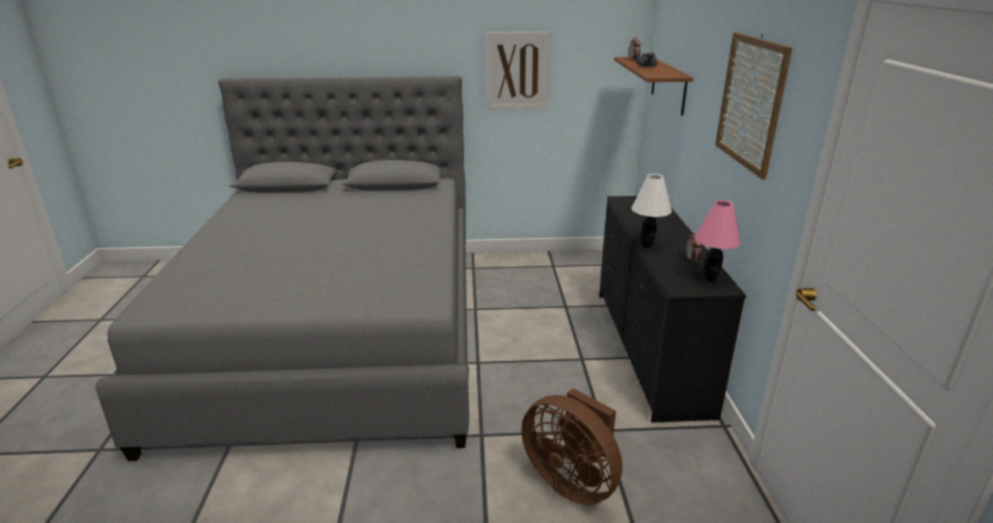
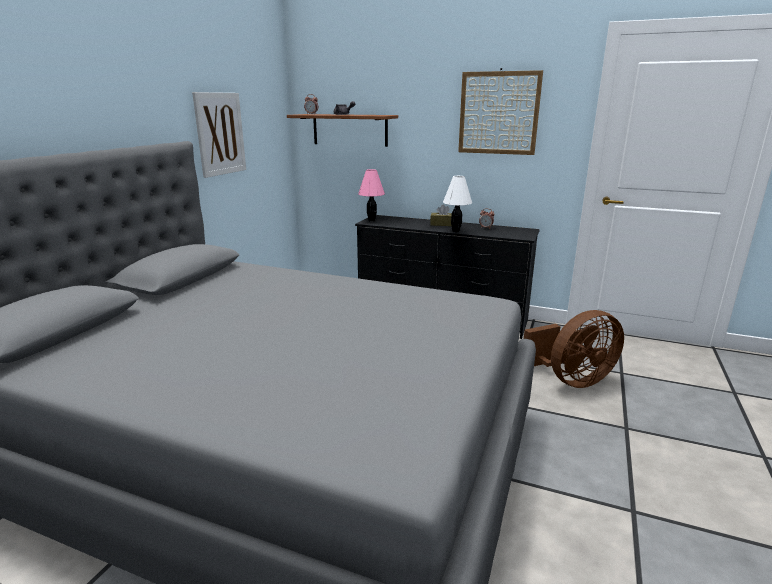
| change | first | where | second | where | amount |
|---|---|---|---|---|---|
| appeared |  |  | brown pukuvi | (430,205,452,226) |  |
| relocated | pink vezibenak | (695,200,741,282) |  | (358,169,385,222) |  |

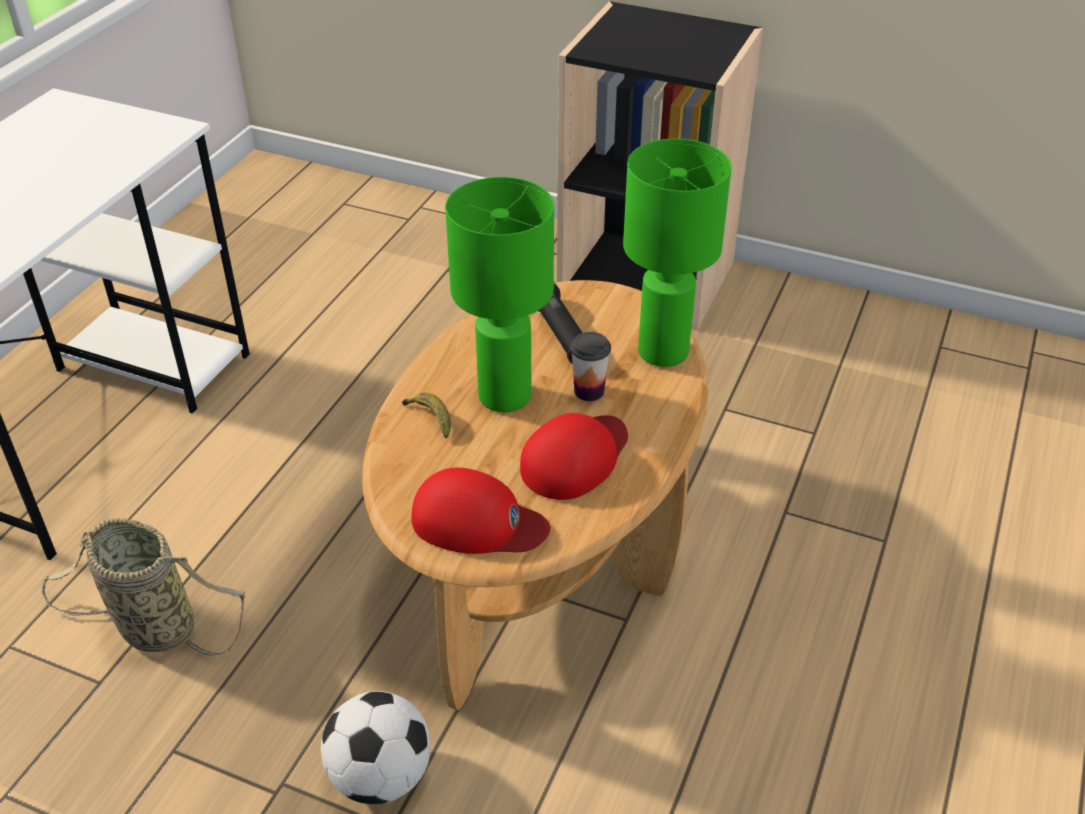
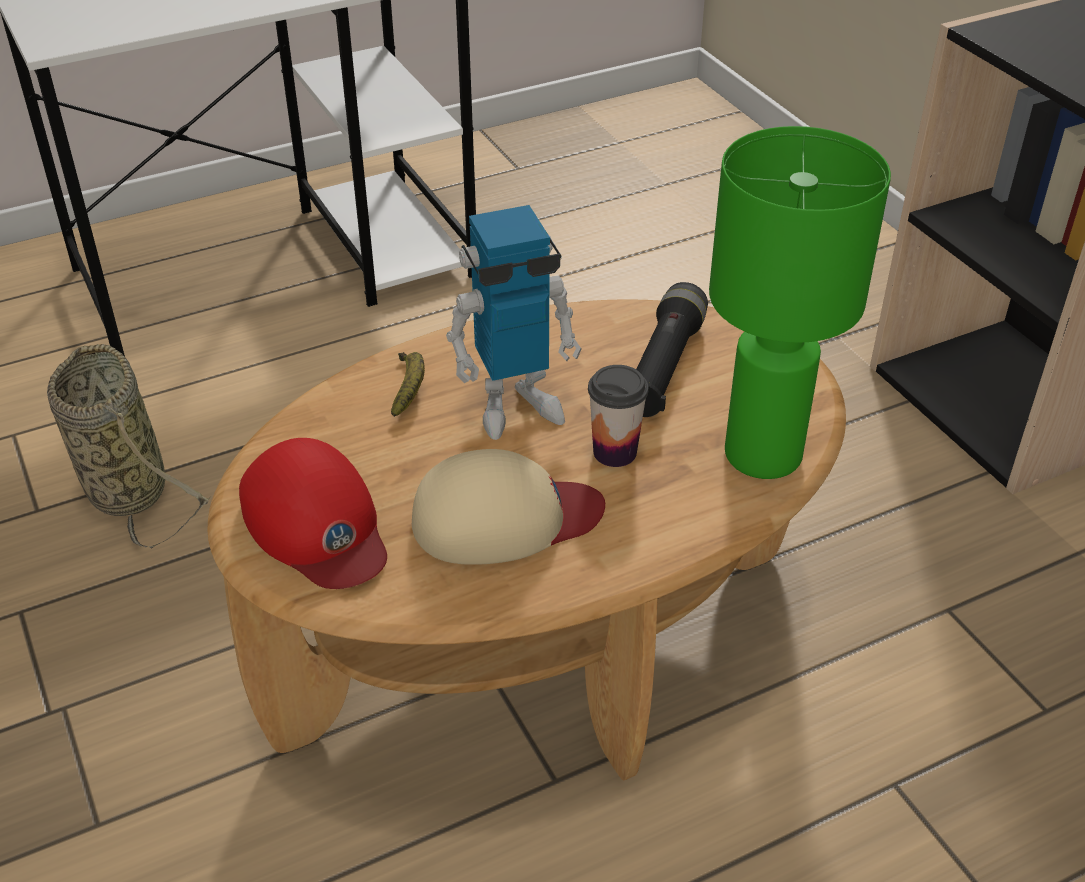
| change | first | where | second | where | amount |
|---|---|---|---|---|---|
| missing | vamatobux | (321,691,431,804) |  |  |  |
| exchanged | green vezibenak | (445,177,554,412) | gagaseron | (446,205,581,440) |  |
| colour | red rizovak | (520,413,628,500) | beige rizovak | (412,449,605,565) |  |

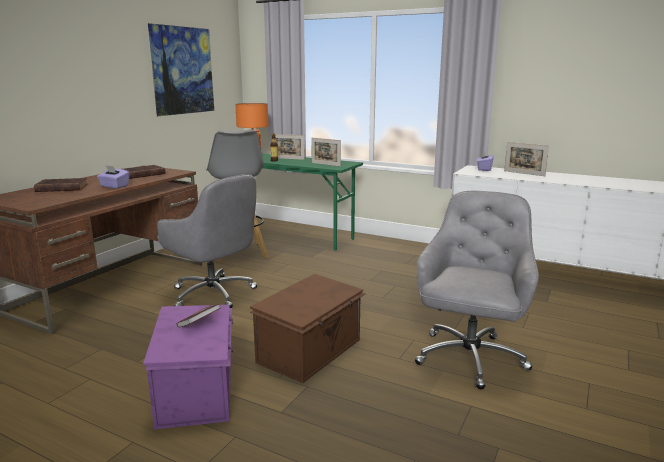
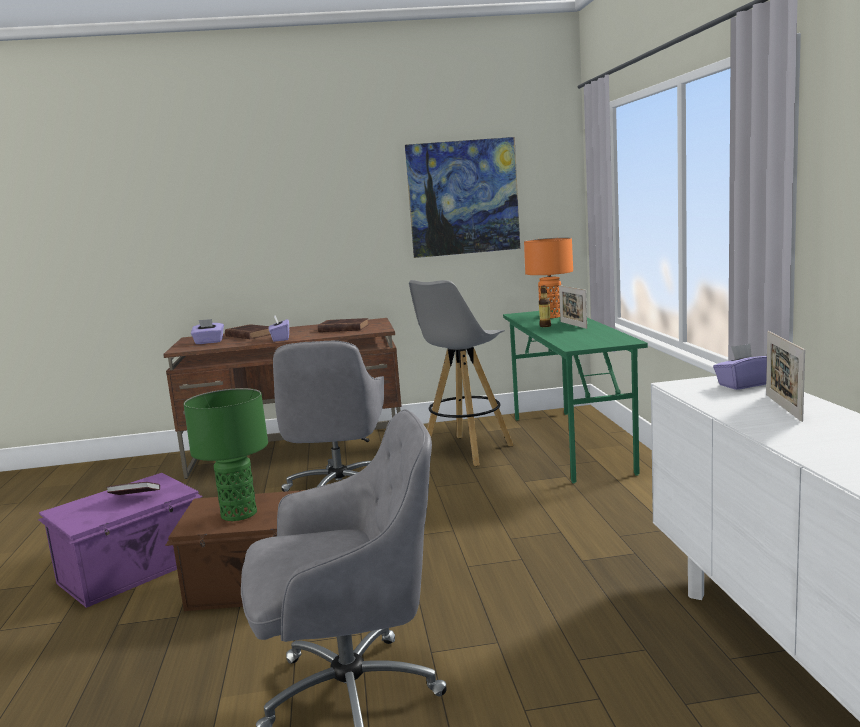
| change | first | where | second | where | amount |
|---|---|---|---|---|---|
| missing | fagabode | (311,138,341,166) |  |  |  |
| appeared |  |  | green vezibenak | (184,388,268,521) |  |
| appeared |  |  | purple pukuvi | (191,319,224,344) |  |

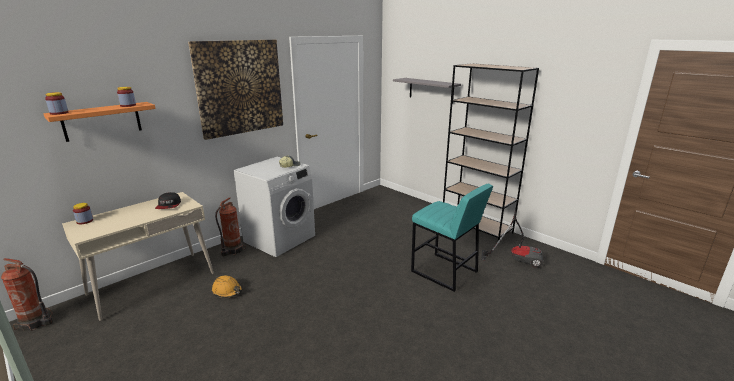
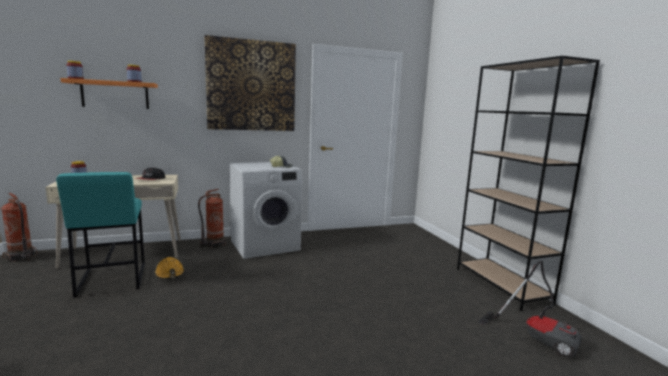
| change | first | where | second | where | amount |
|---|---|---|---|---|---|
| missing | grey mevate | (393,78,461,104) |  |  |  |
| relocated | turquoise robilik | (411,184,493,292) |  | (56,172,145,298) |  |

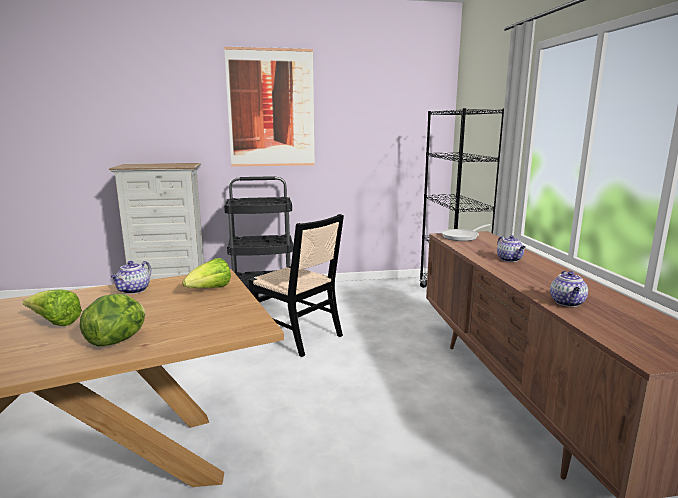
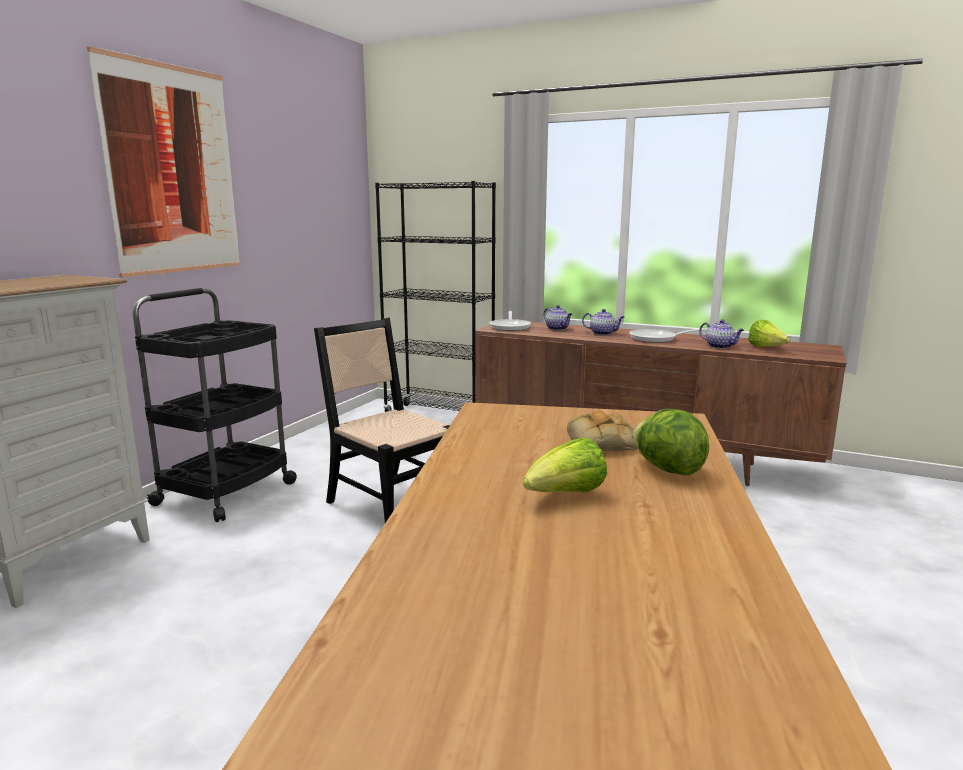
| change | first | where | second | where | amount |
|---|---|---|---|---|---|
| appeared |  |  | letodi | (567,411,638,451) |  |
| appeared |  |  | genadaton | (629,328,707,343) |  |
| relocated | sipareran | (111,261,151,294) |  | (544,305,572,330) |  |
| relocated | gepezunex | (182,258,231,288) |  | (748,320,790,347) |  |
| spun | robilik | (248,214,344,357) |  | (314,318,450,523) | 120 degrees counterclockwise |

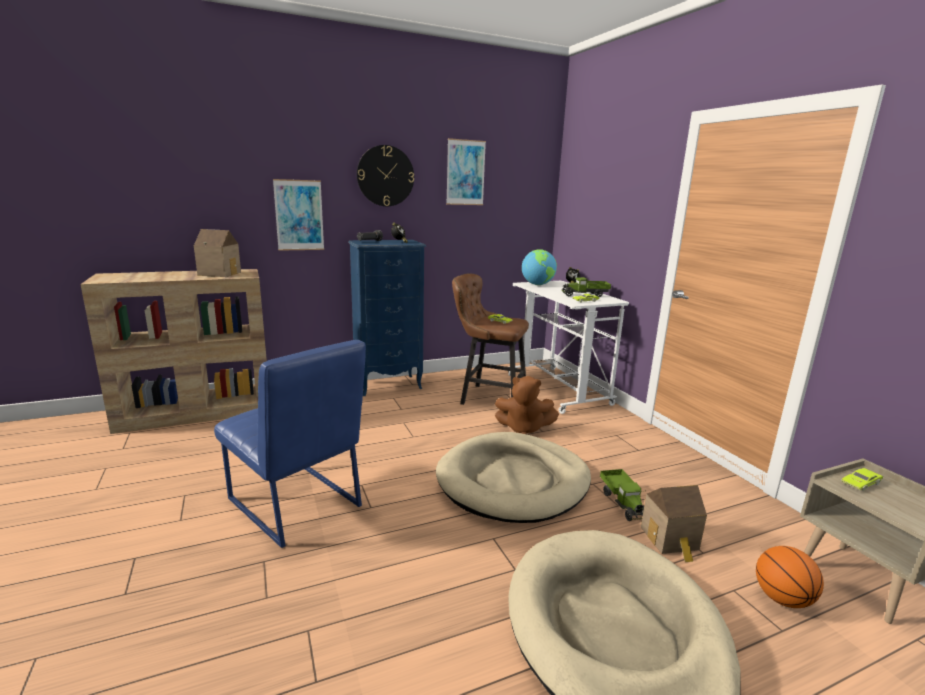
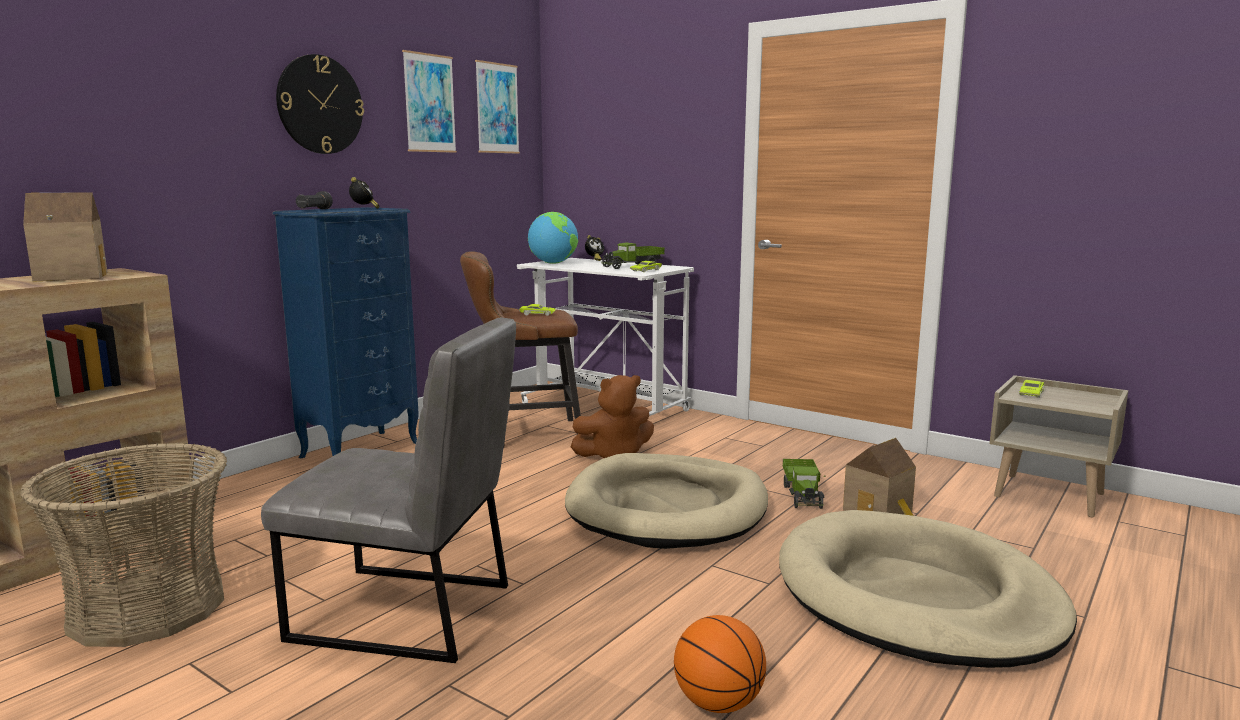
| change | first | where | second | where | amount |
|---|---|---|---|---|---|
| appeared |  |  | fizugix | (20,443,227,647) |  |
| relocated | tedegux | (273,179,324,251) |  | (475,60,520,154) |  |
| relocated | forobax | (756,546,824,608) |  | (674,615,766,713) |  |
| colour | blue robilik | (214,340,366,548) | grey robilik | (261,318,516,663) |  |
| spun | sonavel | (600,469,646,521) |  | (783,459,825,509) | 45 degrees clockwise |

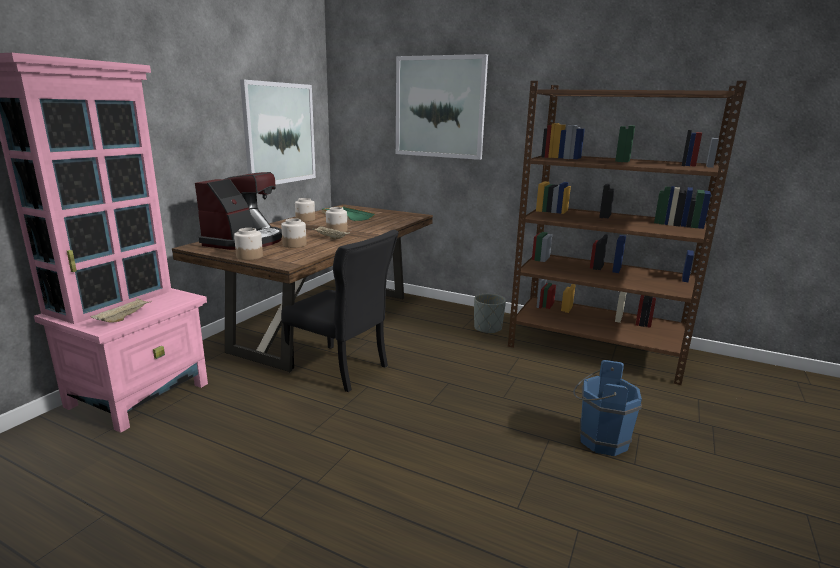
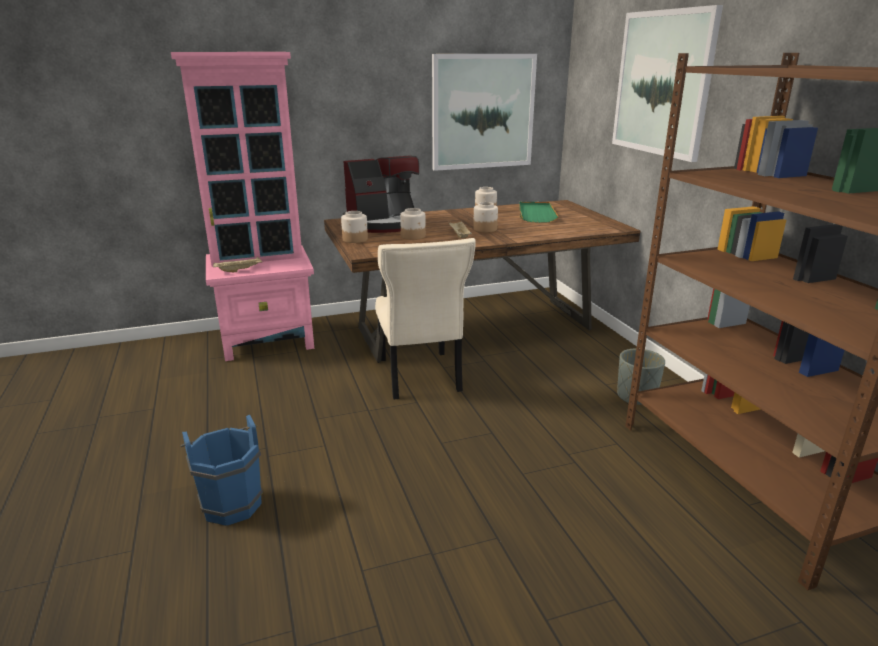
| change | first | where | second | where | amount |
|---|---|---|---|---|---|
| relocated | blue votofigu | (573,360,642,456) |  | (180,414,263,526) |  |
| colour | black robilik | (281,230,399,392) | beige robilik | (375,238,476,399) |  |

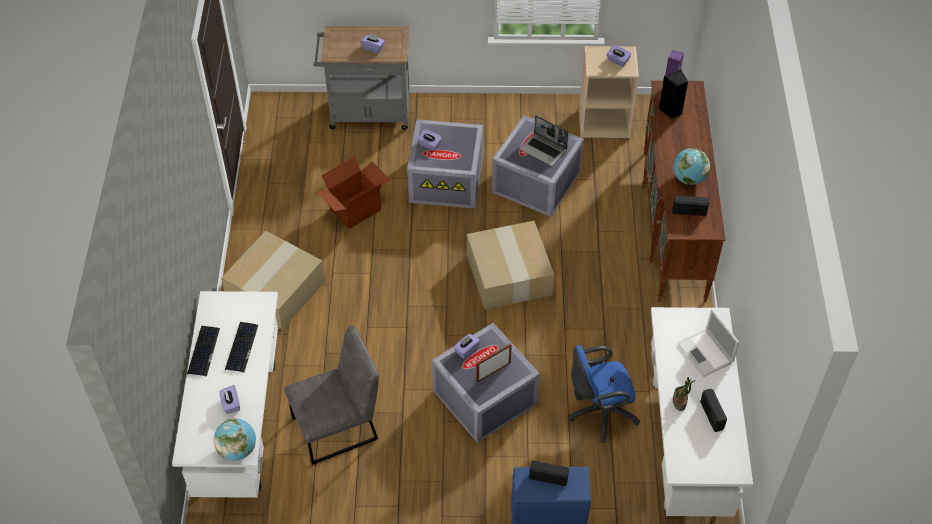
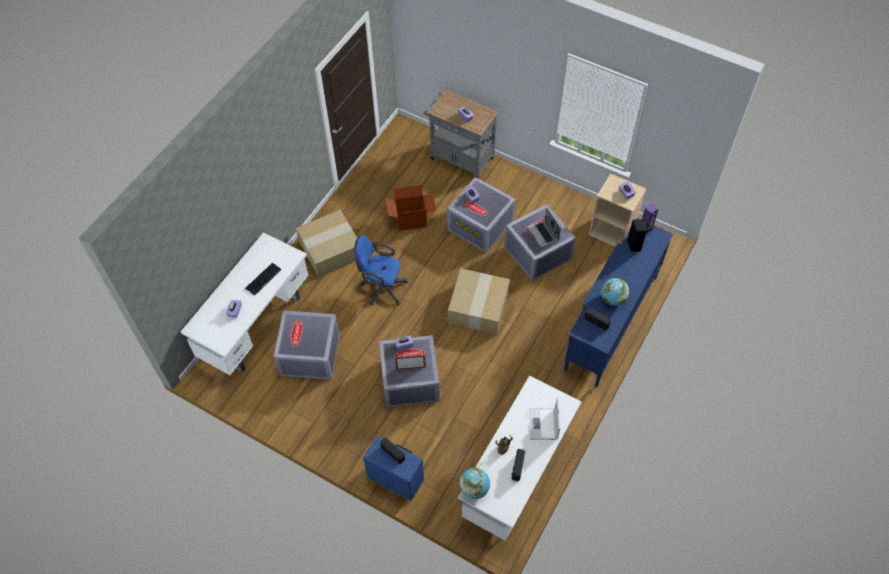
| change | first | where | second | where | amount |
|---|---|---|---|---|---|
| missing | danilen | (187,326,220,377) |  |  |  |
| relocated | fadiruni | (214,418,256,461) |  | (460,468,490,499) |  |
| relocated | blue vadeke | (568,345,640,443) |  | (354,235,408,306) |  |
| exchanged | grey robilik | (284,326,379,465) | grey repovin | (274,310,340,380) |  |
| colour | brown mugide | (642,80,726,302) | blue mugide | (564,218,673,388) |  |

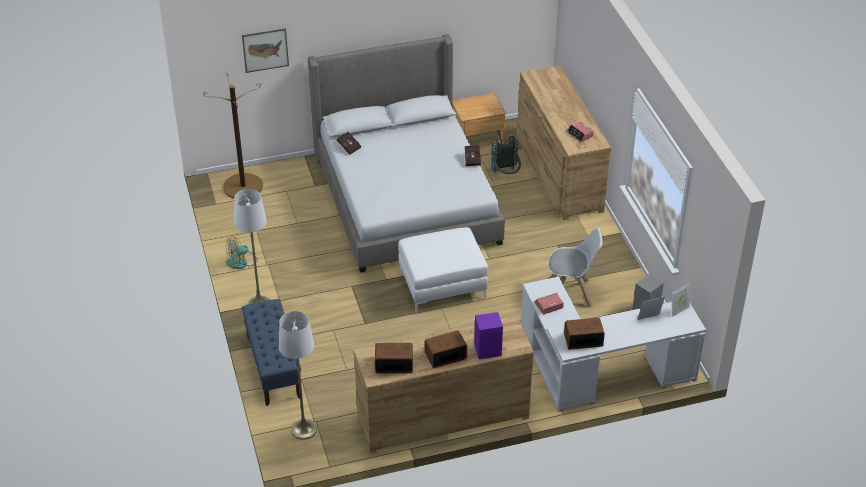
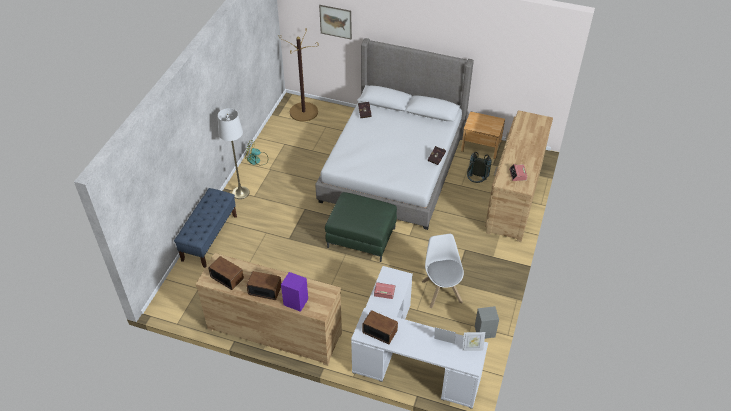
| change | first | where | second | where | amount |
|---|---|---|---|---|---|
| missing | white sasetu | (279,311,317,440) |  |  |  |
| colour | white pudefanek | (398,227,488,312) | green pudefanek | (325,192,397,262) |  |
| spun | robilik | (548,228,602,308) |  | (422,234,464,309) | 135 degrees counterclockwise |

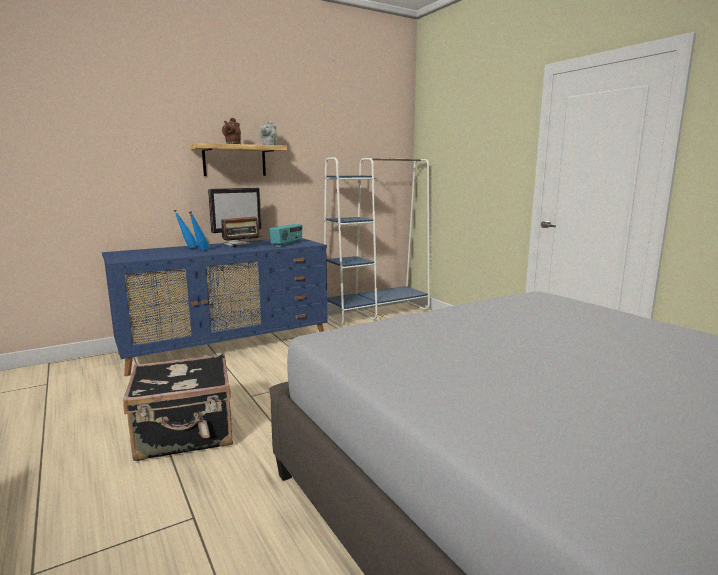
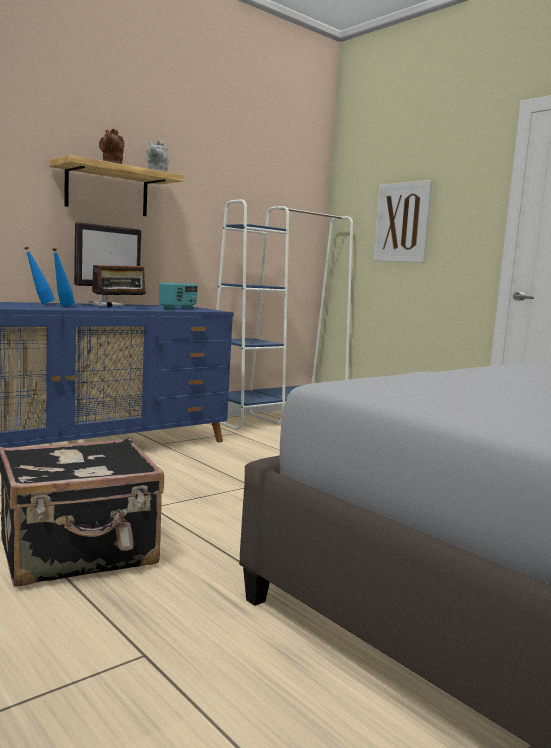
| change | first | where | second | where | amount |
|---|---|---|---|---|---|
| appeared |  |  | tedegux | (373,180,433,262) |  |

